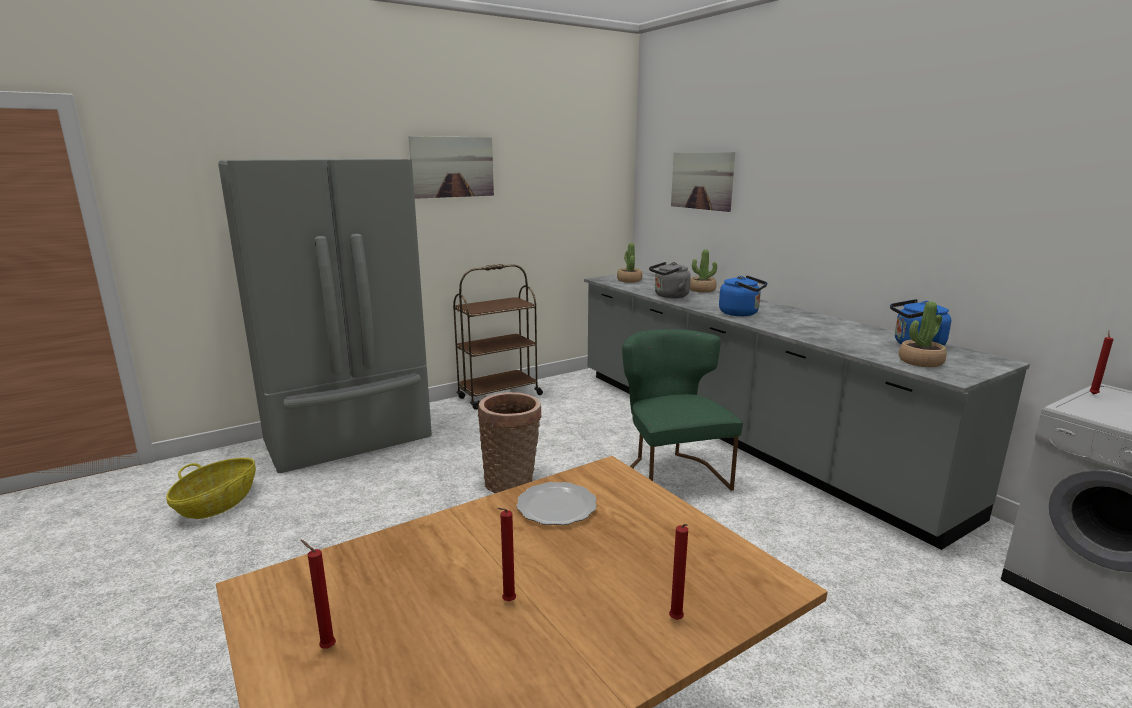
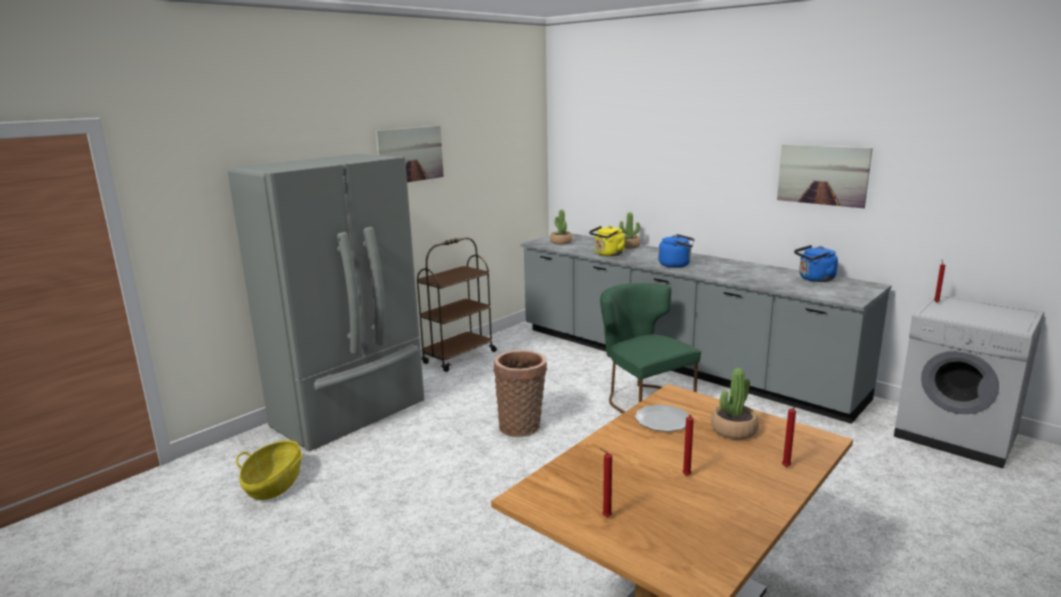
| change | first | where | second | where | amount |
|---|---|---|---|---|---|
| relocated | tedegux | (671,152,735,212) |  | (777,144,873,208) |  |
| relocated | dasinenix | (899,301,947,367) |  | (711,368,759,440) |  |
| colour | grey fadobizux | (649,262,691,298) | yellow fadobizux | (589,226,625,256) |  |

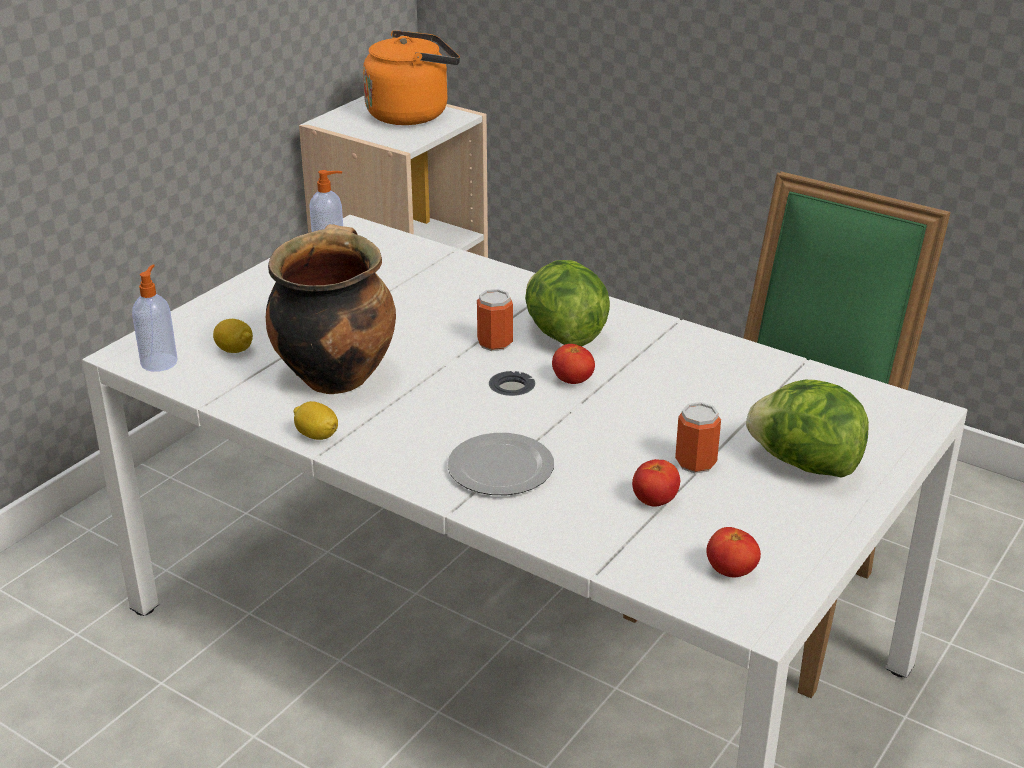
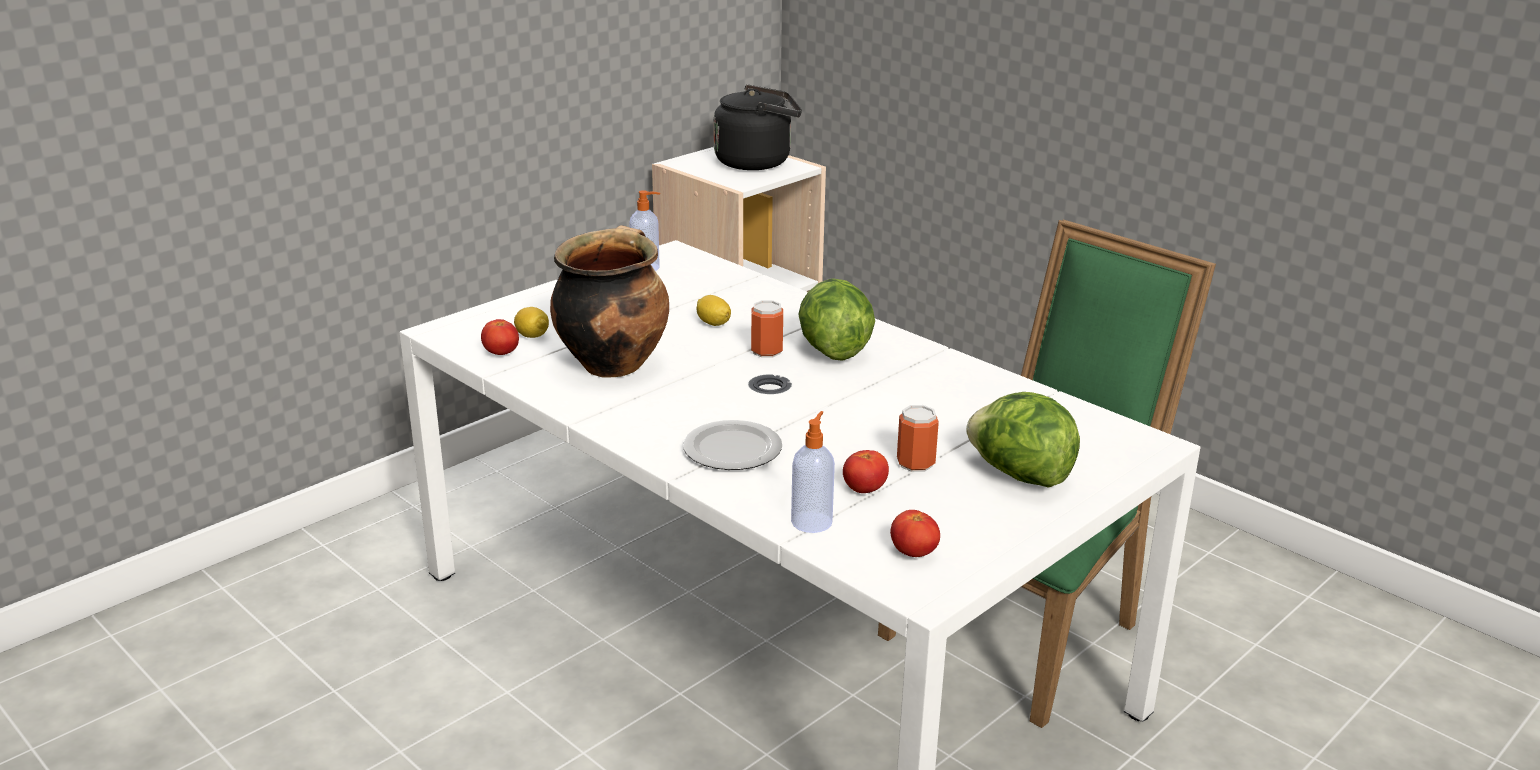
| change | first | where | second | where | amount |
|---|---|---|---|---|---|
| relocated | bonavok | (132,264,178,372) |  | (791,411,835,533) |  |
| relocated | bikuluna | (294,401,338,440) |  | (697,295,731,326) |  |
| relocated | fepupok | (552,344,595,384) |  | (481,319,519,355) |  |
| colour | orange fadobizux | (363,30,460,125) | black fadobizux | (714,85,802,170) |  |

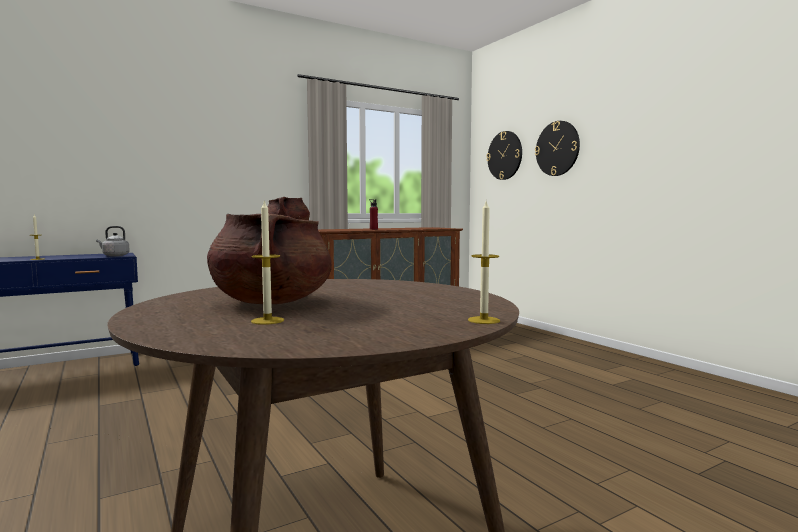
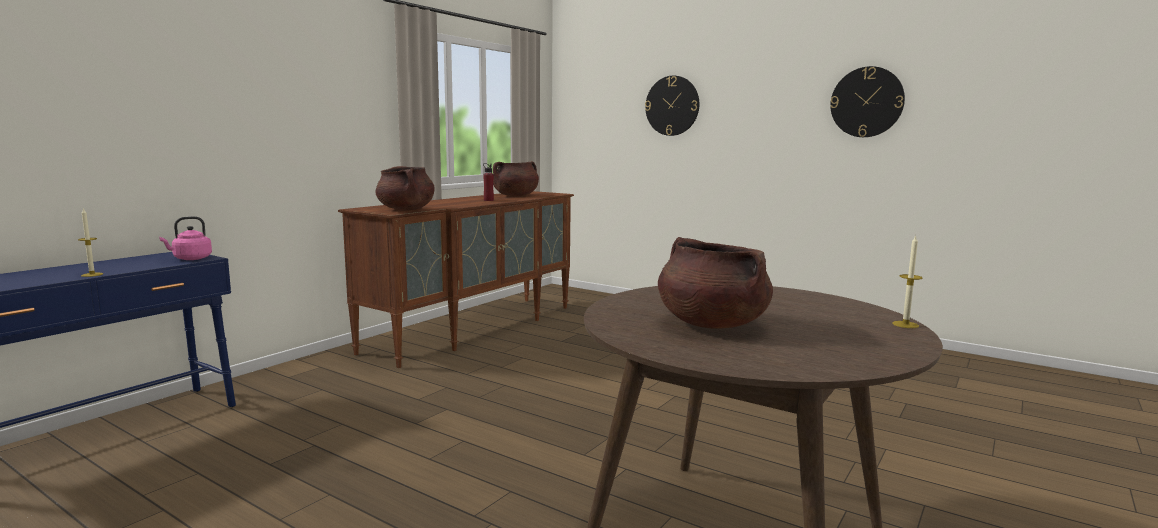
| change | first | where | second | where | amount |
|---|---|---|---|---|---|
| missing | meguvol | (251,199,284,325) |  |  |  |
| appeared |  |  | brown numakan | (493,161,539,196) |  |
| relocated | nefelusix | (486,131,522,180) |  | (830,66,905,137) |  |
| colour | grey fadobizux | (96,226,130,256) | pink fadobizux | (159,216,212,260) |  |

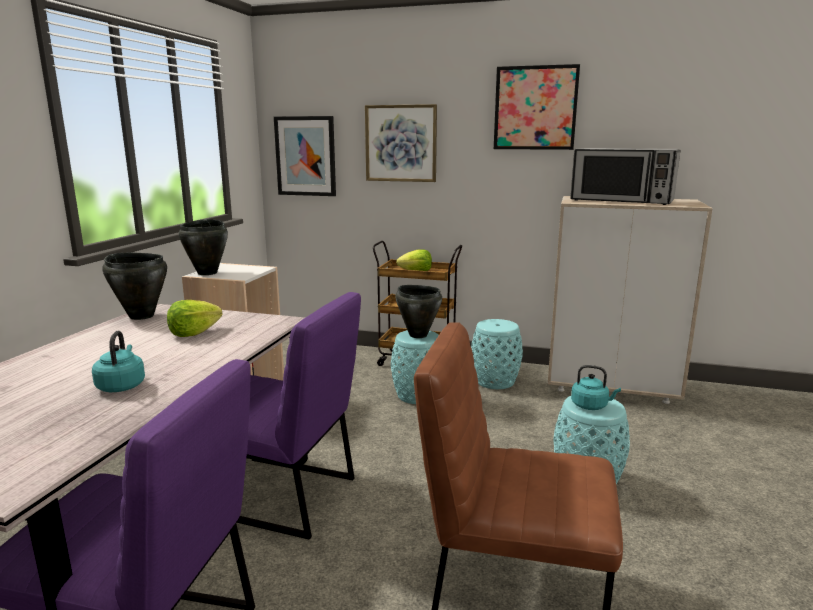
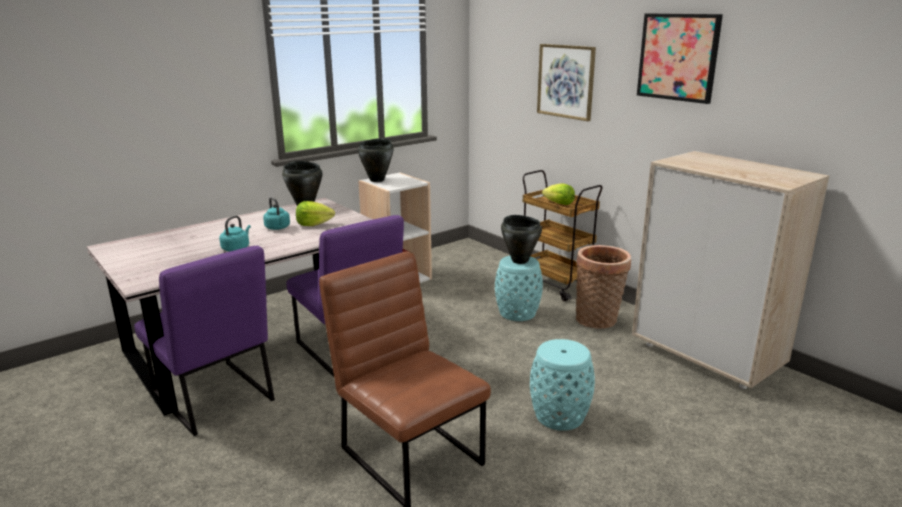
| change | first | where | second | where | amount |
|---|---|---|---|---|---|
| missing | tedegux | (274,116,336,196) |  |  |  |
| missing | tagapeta | (571,148,680,205) |  |  |  |
| relocated | turquoise fadobizux | (571,365,621,410) |  | (263,197,290,230) |  |
| exchanged | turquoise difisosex | (471,319,523,389) | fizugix | (576,245,631,329) |  |

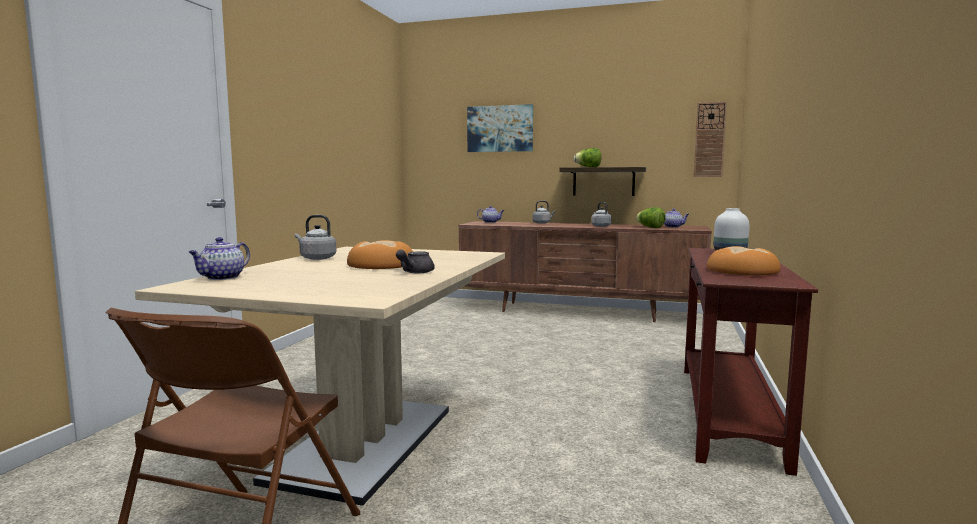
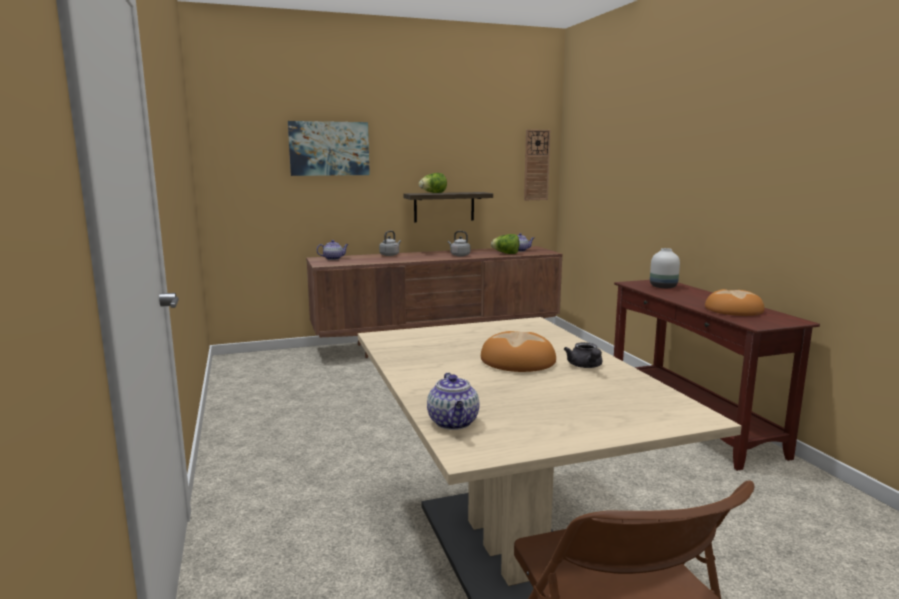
| change | first | where | second | where | amount |
|---|---|---|---|---|---|
| missing | grey fadobizux | (295,215,336,260) |  |  |  |

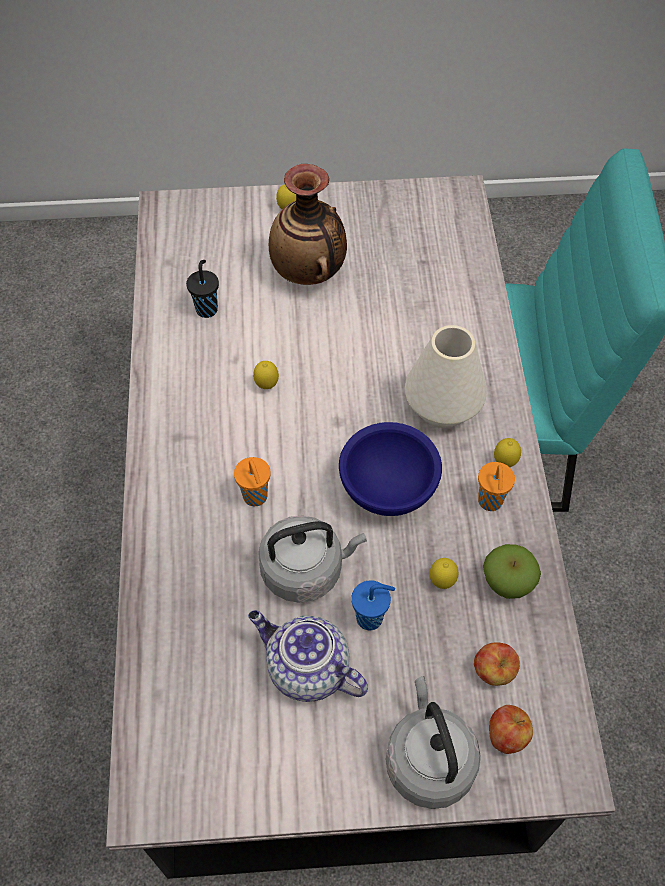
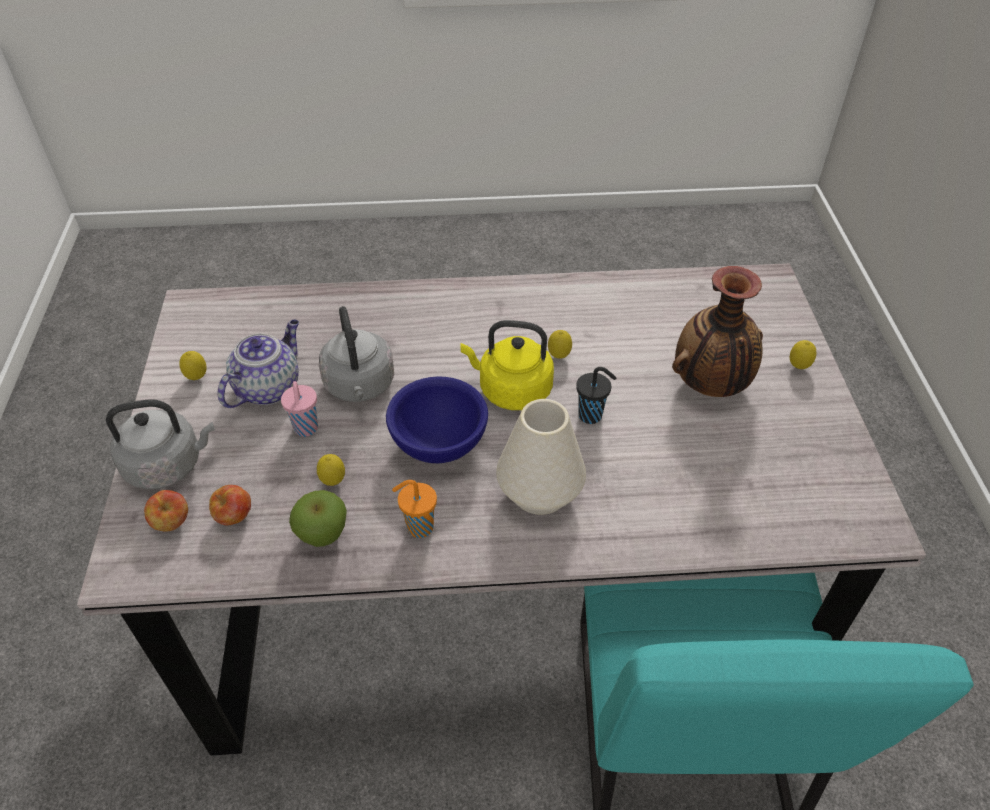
| change | first | where | second | where | amount |
|---|---|---|---|---|---|
| missing | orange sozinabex | (234,457,271,506) |  |  |  |
| appeared |  |  | yellow fadobizux | (460,320,554,410) |  |
| relocated | black sozinabex | (186,260,219,318) |  | (576,367,616,424) |  |
| relocated | bikuluna | (494,438,521,467) |  | (179,351,207,380) |  |
| colour | blue sozinabex | (351,580,395,631) | pink sozinabex | (281,381,318,437) |  |

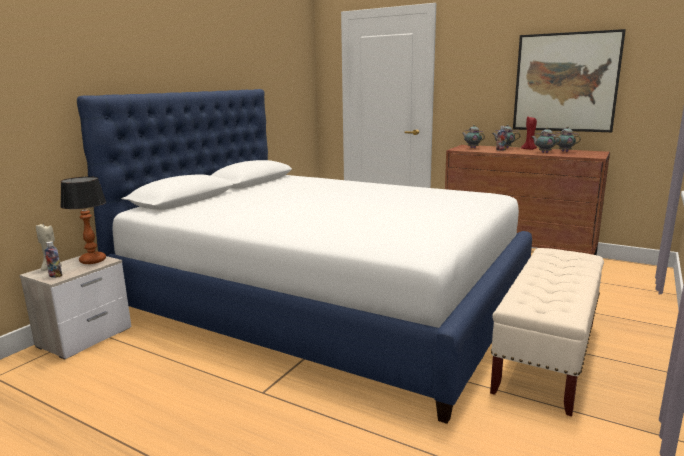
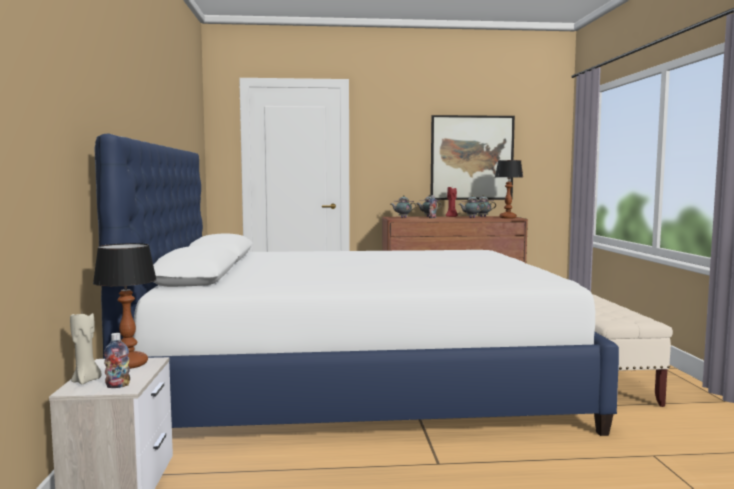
| change | first | where | second | where | amount |
|---|---|---|---|---|---|
| appeared |  |  | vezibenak | (495,160,523,219) |  |

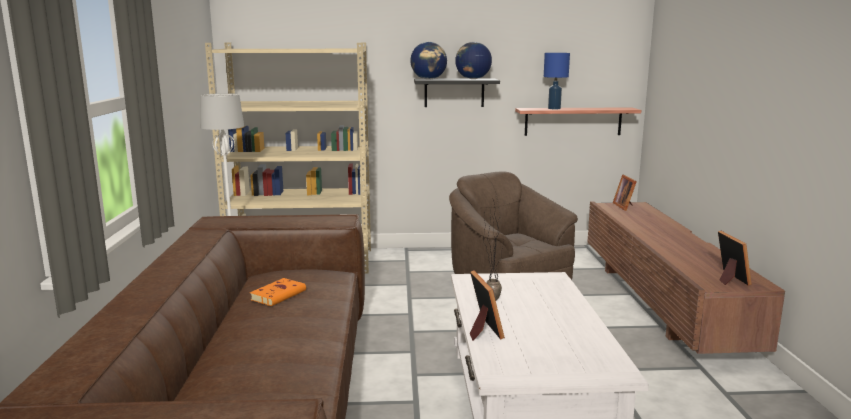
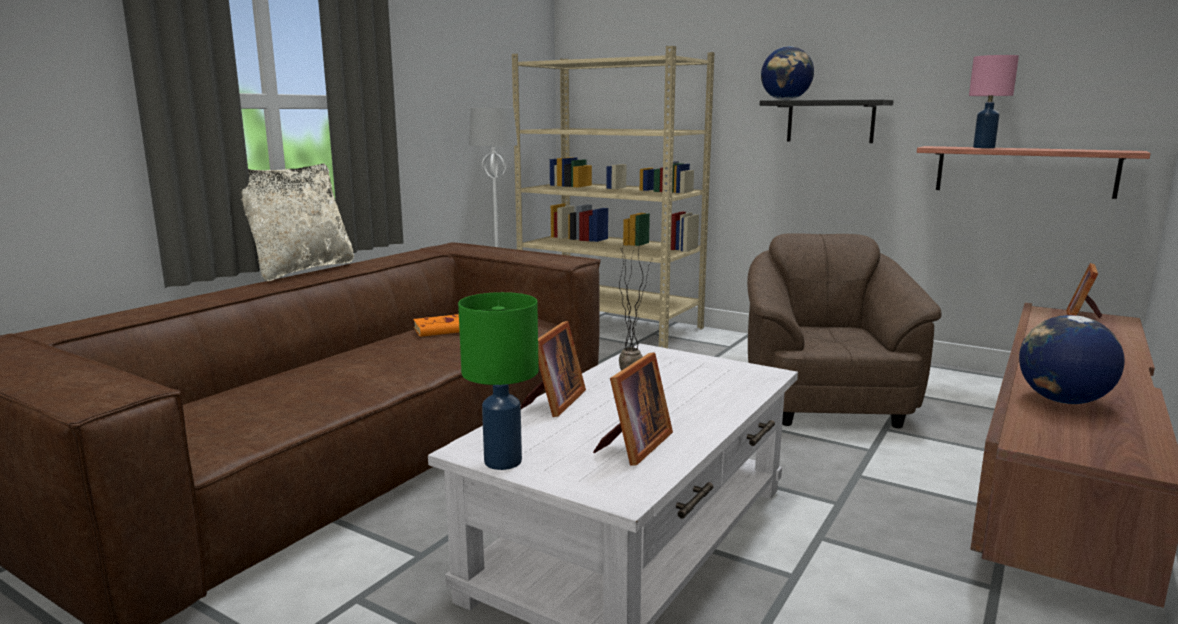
| change | first | where | second | where | amount |
|---|---|---|---|---|---|
| appeared |  |  | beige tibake | (238,163,354,282) |  |
| appeared |  |  | green vezibenak | (458,292,539,470) |  |
| relocated | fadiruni | (455,42,492,79) |  | (1019,315,1125,404) |  |
| relocated | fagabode | (718,231,752,286) |  | (593,352,673,466) |  |
| colour | blue vezibenak | (544,53,570,109) | pink vezibenak | (969,55,1019,148) |  |

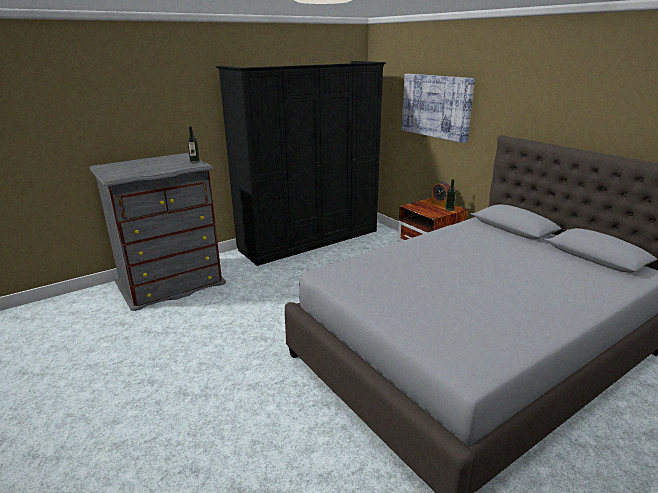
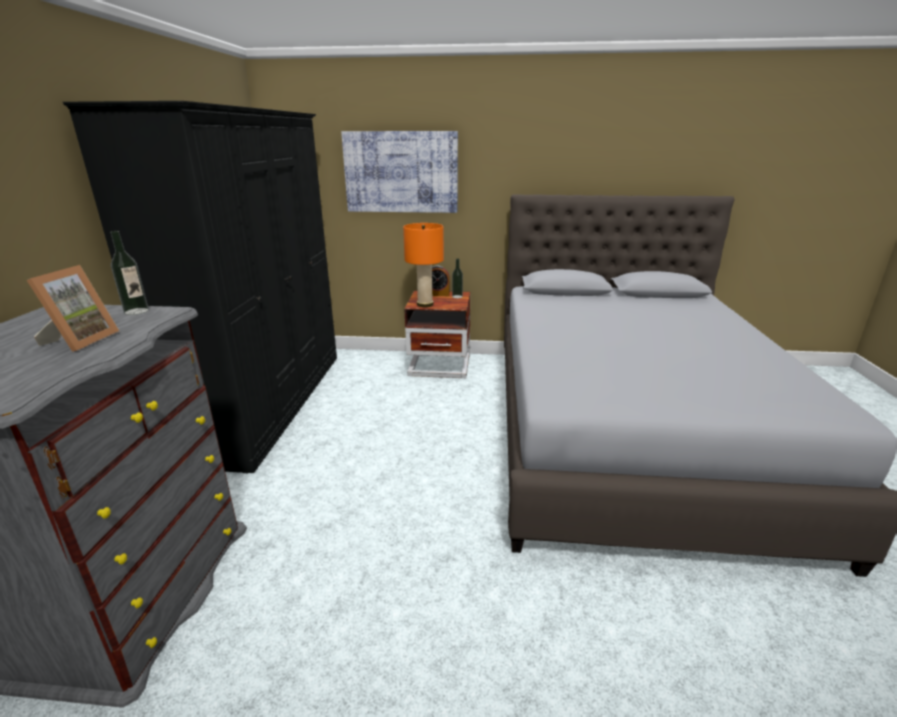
| change | first | where | second | where | amount |
|---|---|---|---|---|---|
| appeared |  |  | fagabode | (27,265,119,352) |  |
| appeared |  |  | orange vezibenak | (403,223,444,307) |  |

